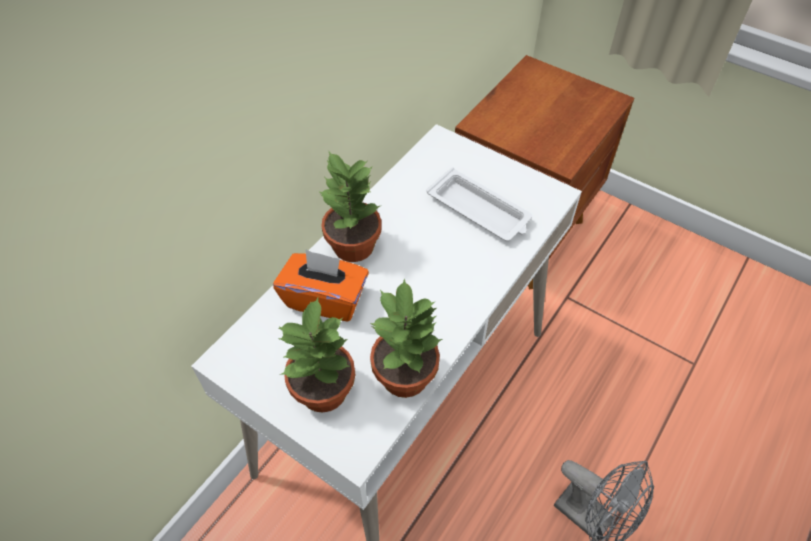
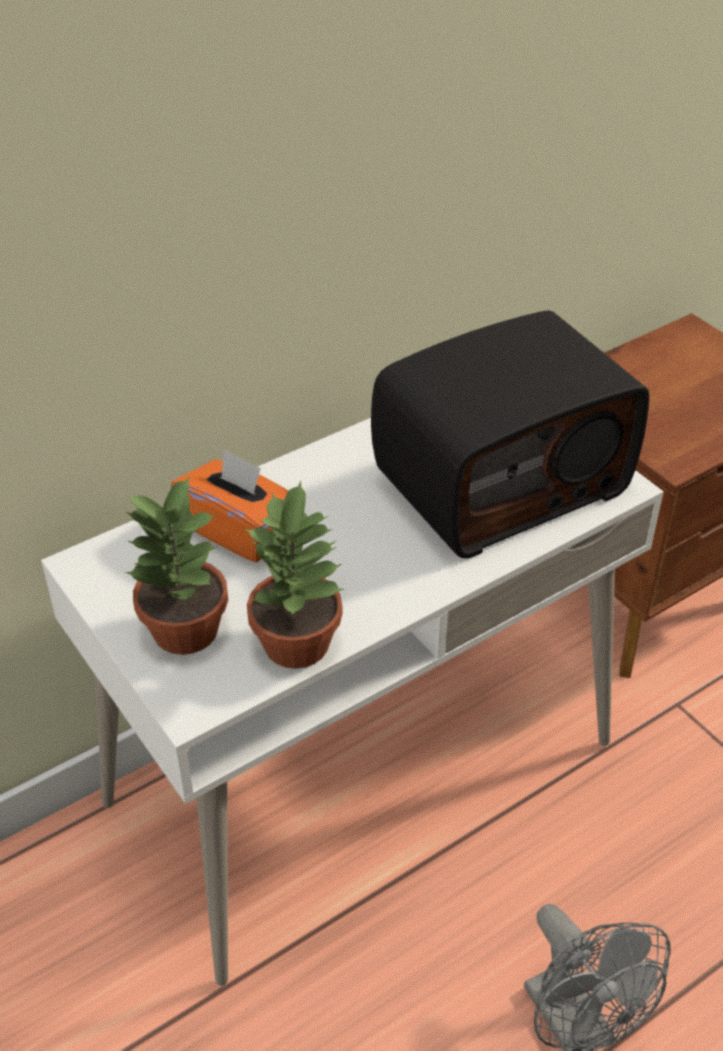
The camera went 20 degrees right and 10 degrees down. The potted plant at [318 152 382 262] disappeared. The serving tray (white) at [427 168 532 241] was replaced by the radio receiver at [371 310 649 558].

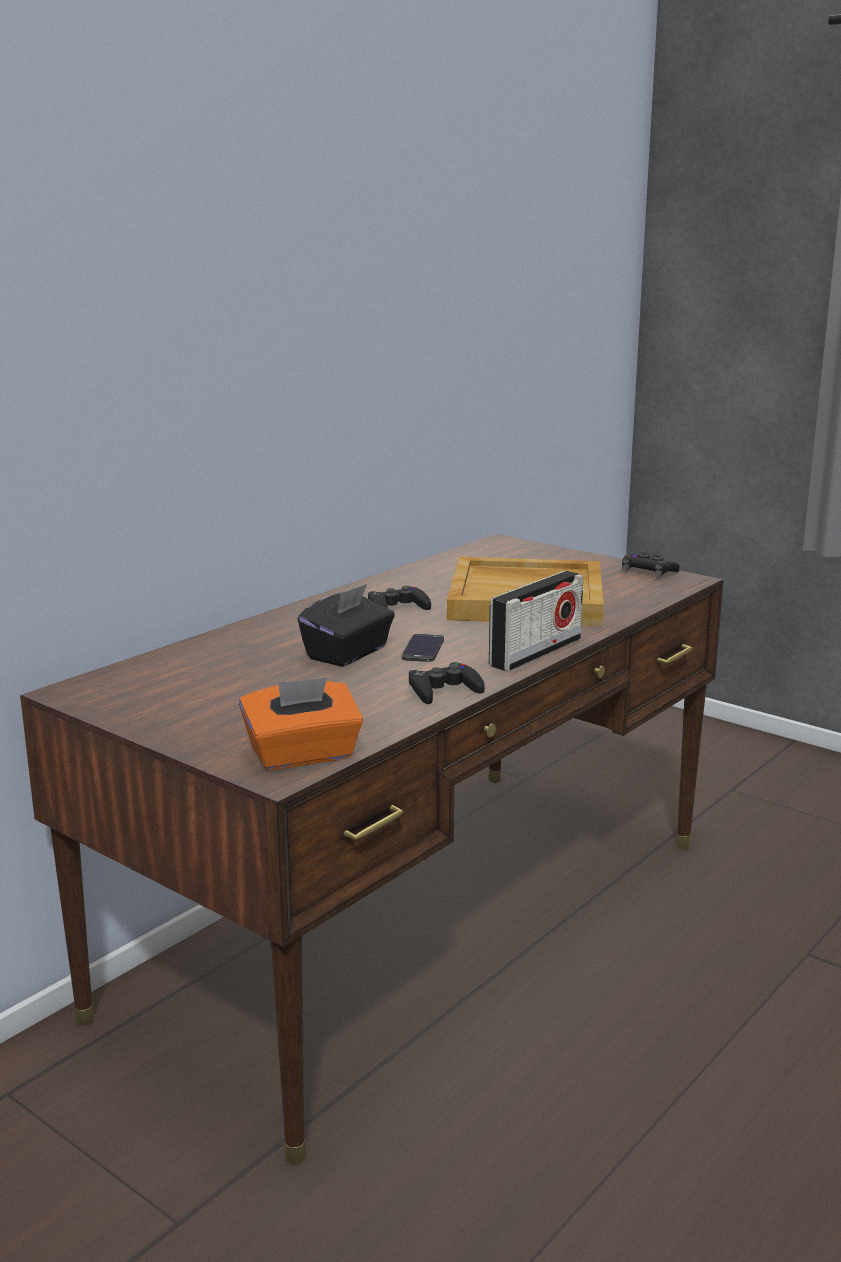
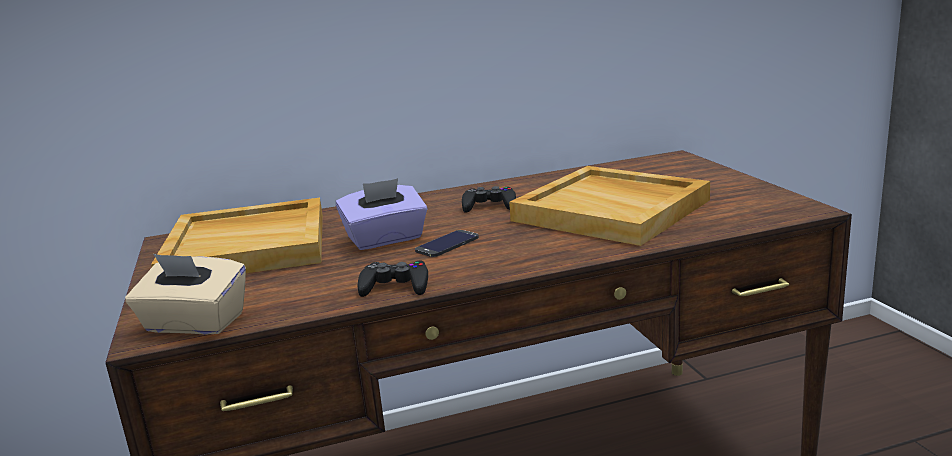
The camera went 35 degrees right and 0 degrees up. The radio receiver at [489 571 583 672] disappeared. The gamepad (black) at [622 550 680 578] disappeared. The serving tray (sand-coloured) at [151 198 323 273] appeared. The tissue holder (orangey) at [239 677 363 770] became the tissue holder (sand-coloured) at [125 254 246 334]. The tissue holder (black) at [298 584 395 667] became the tissue holder (purplish) at [336 178 428 250].

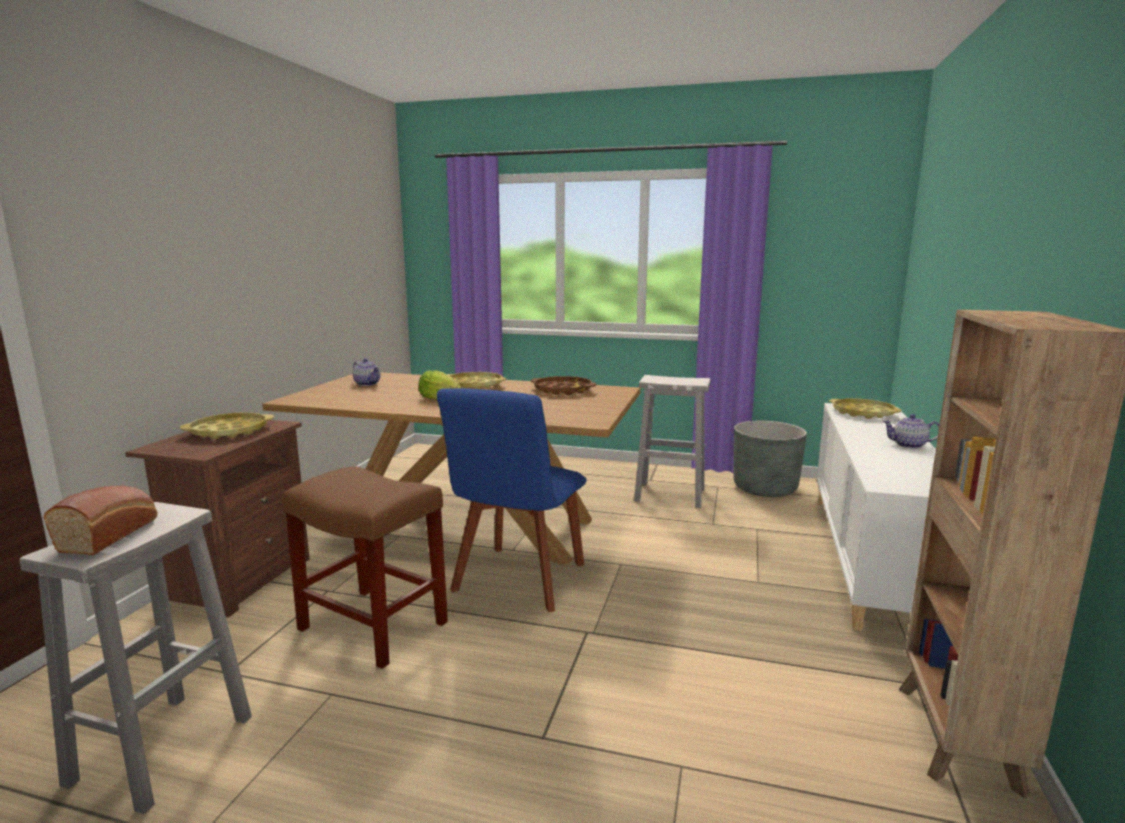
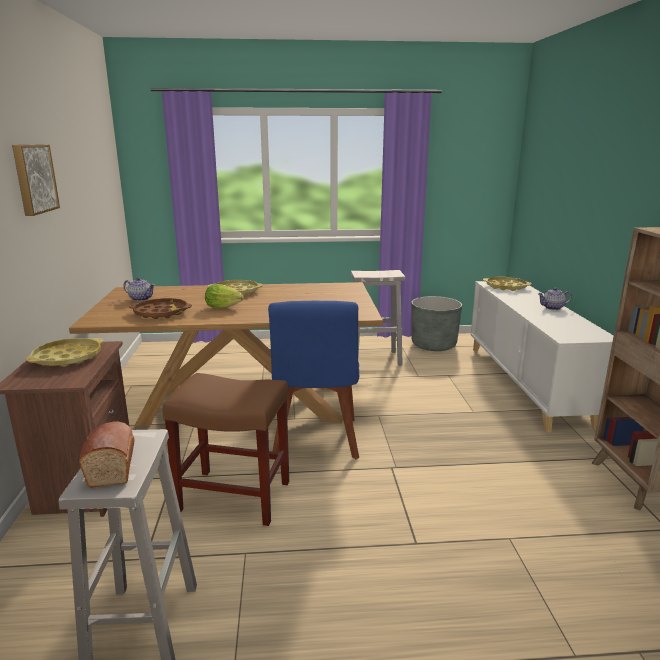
The camera went 20 degrees left and 5 degrees up. The wall art at [12 144 60 216] appeared. The serving tray (brownish) moved from [531 376 597 396] to [129 298 192 319].

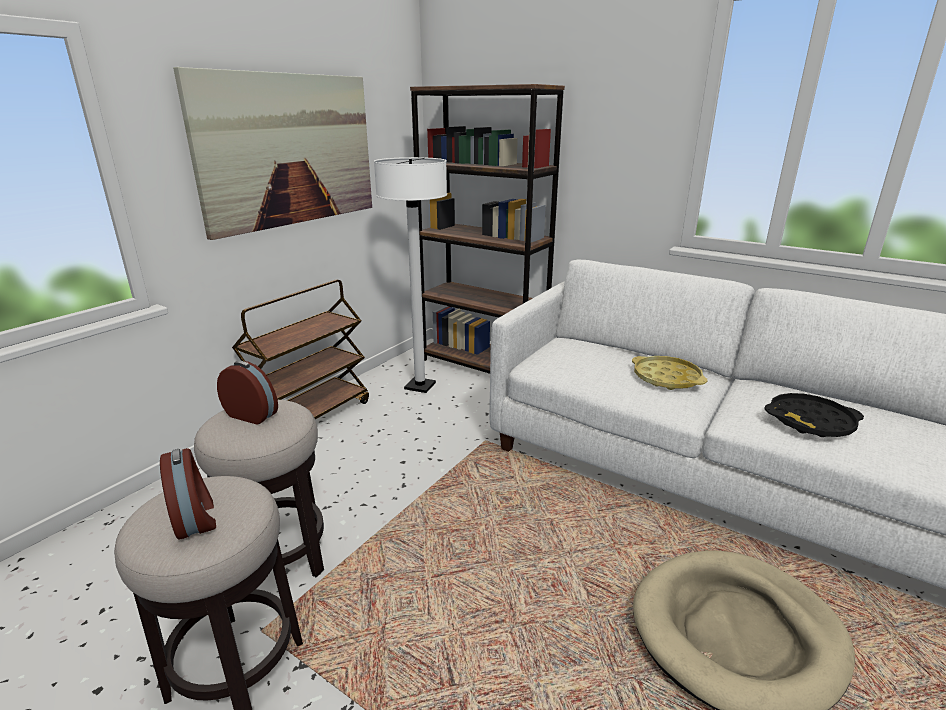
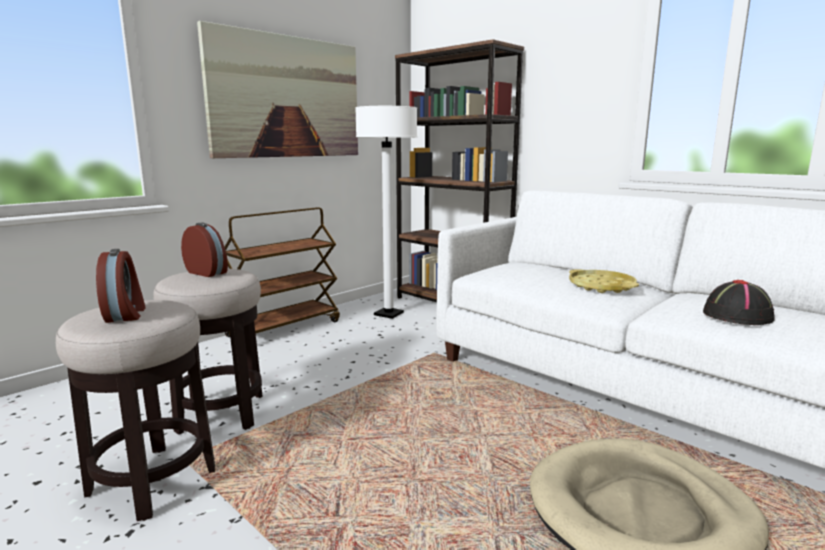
The camera went 10 degrees right and 10 degrees down. The serving tray (black) at [764 393 864 437] was replaced by the wearable hat (black) at [703 280 775 325].

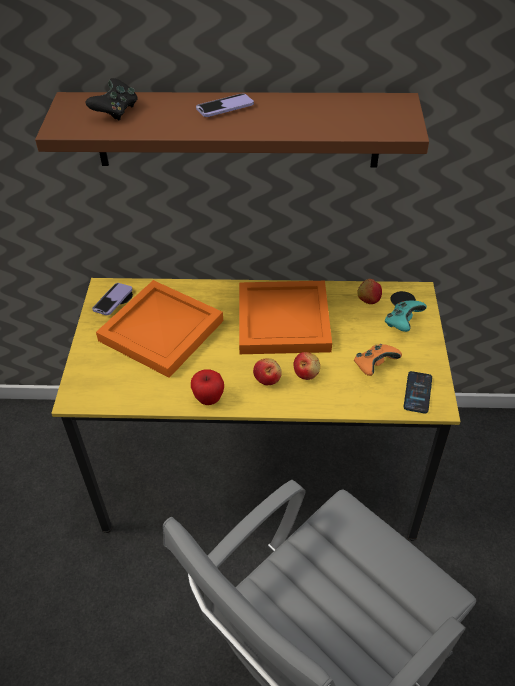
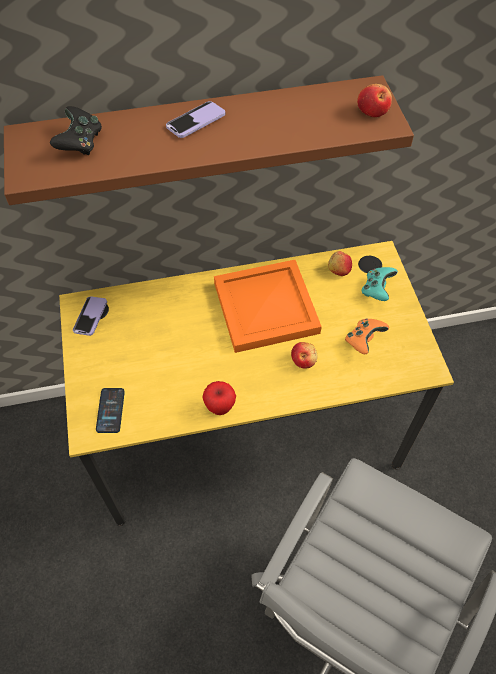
The camera went 15 degrees left and 10 degrees up. The serving tray (orangey) at [96 280 223 378] disappeared. The whole apple moved from [253 358 282 385] to [357 84 392 117]. The phone moved from [404 371 432 414] to [96 388 125 433].

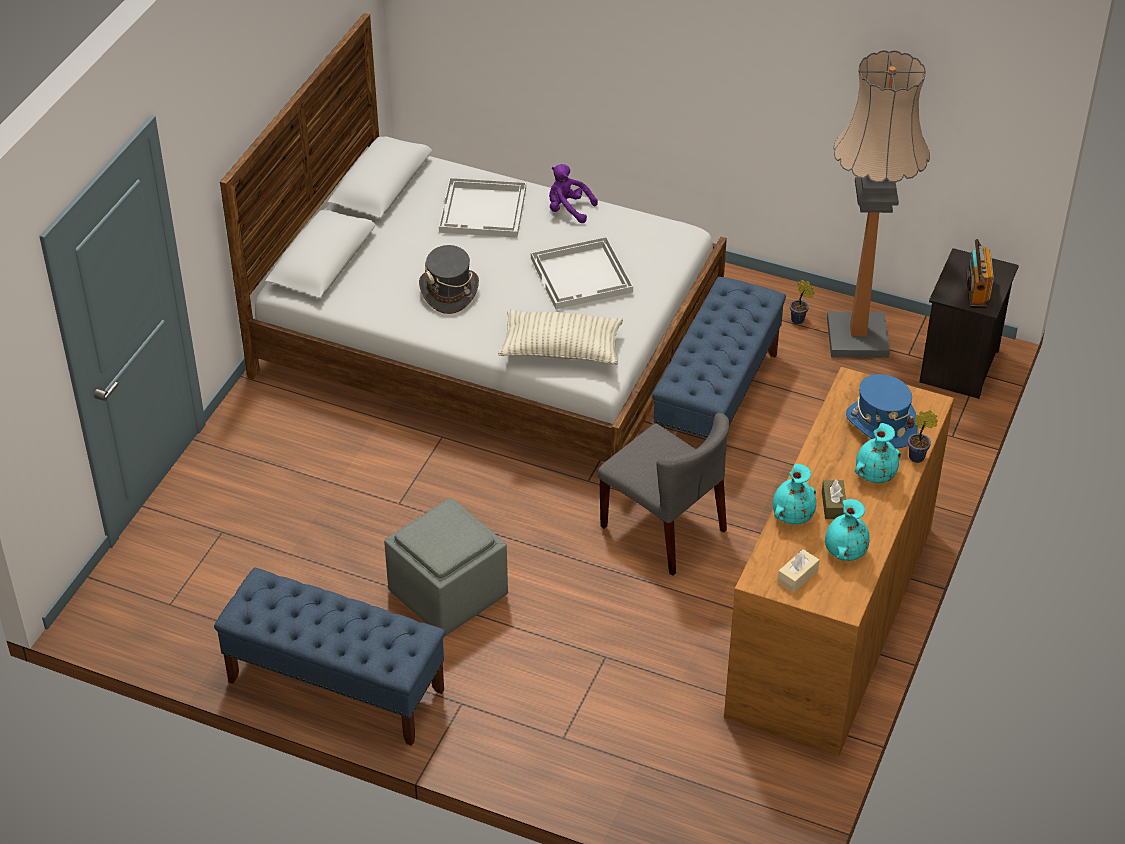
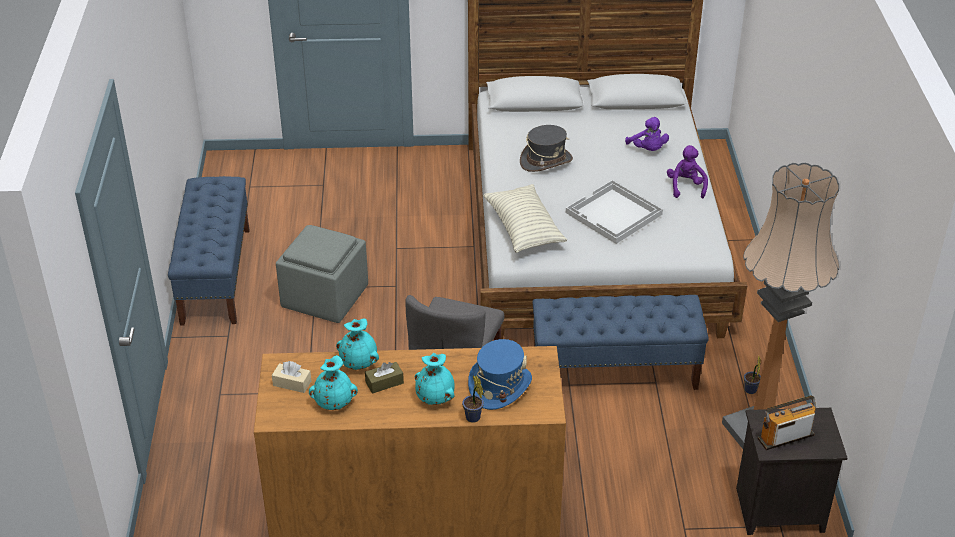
The camera went 65 degrees right and 5 degrees down. The serving tray (white) at [439 178 526 238] was replaced by the soft toy (purplish) at [625 117 669 151].

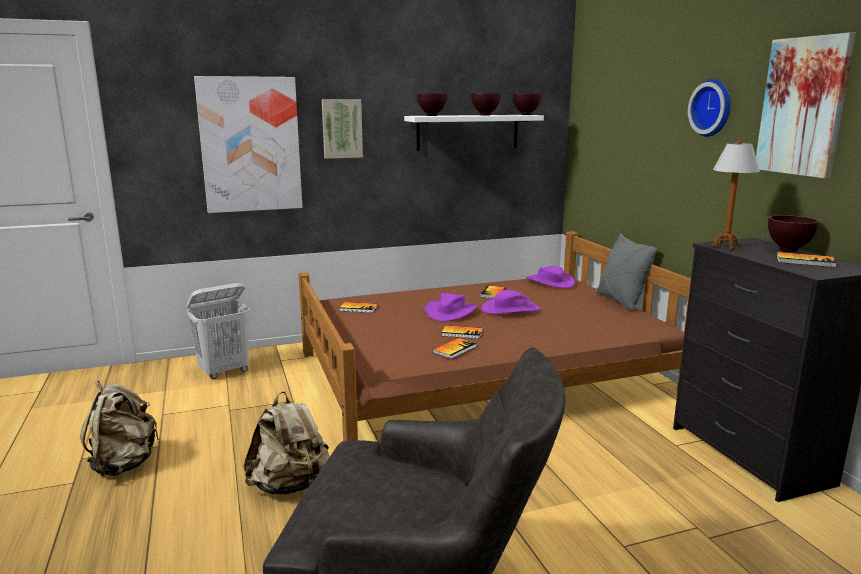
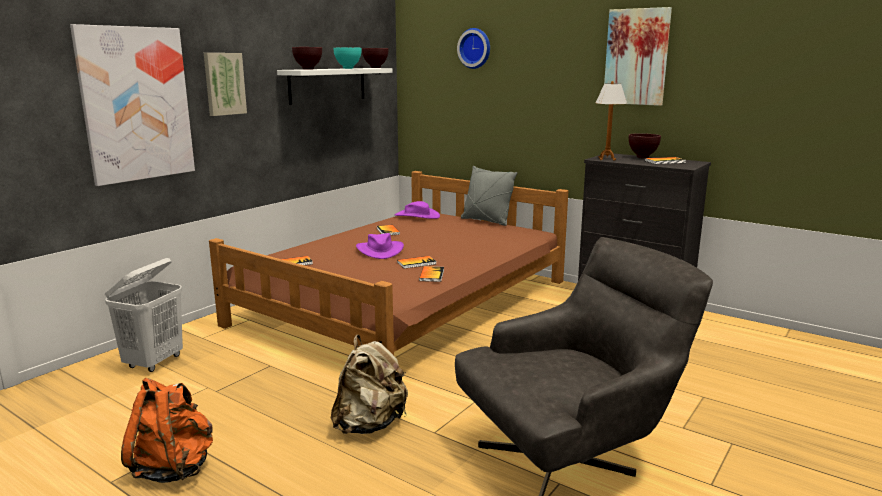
The camera went 35 degrees left and 0 degrees up. The wearable hat (purplish) at [481 290 541 314] disappeared. The hanging clock moved from [688 79 731 137] to [457 28 490 69]. The rucksack (sand-coloured) at [80 381 159 476] became the rucksack (orangey) at [121 378 213 483]. The bowl (brownish) at [471 93 501 116] became the bowl (turquoise-coloured) at [333 47 361 69].

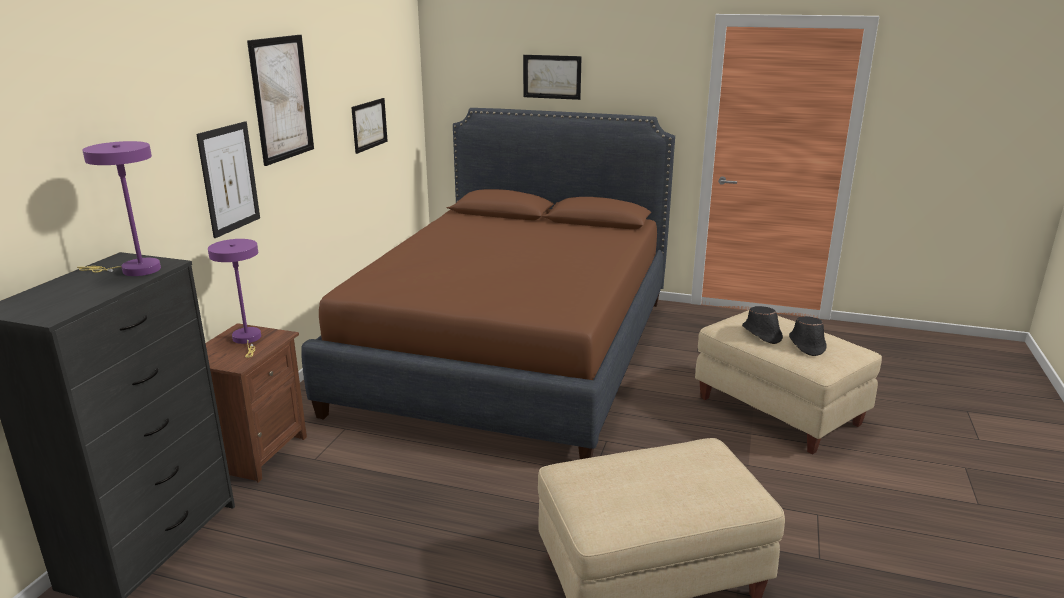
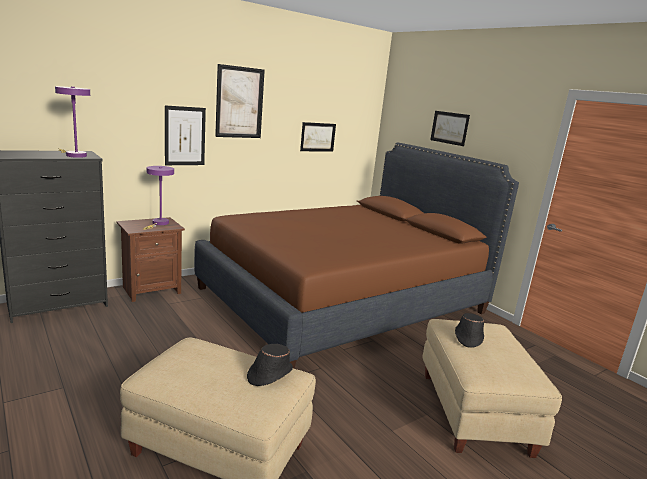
The camera went 35 degrees right and 5 degrees down. The wearable hat (black) moved from [789 316 827 356] to [247 344 293 386].

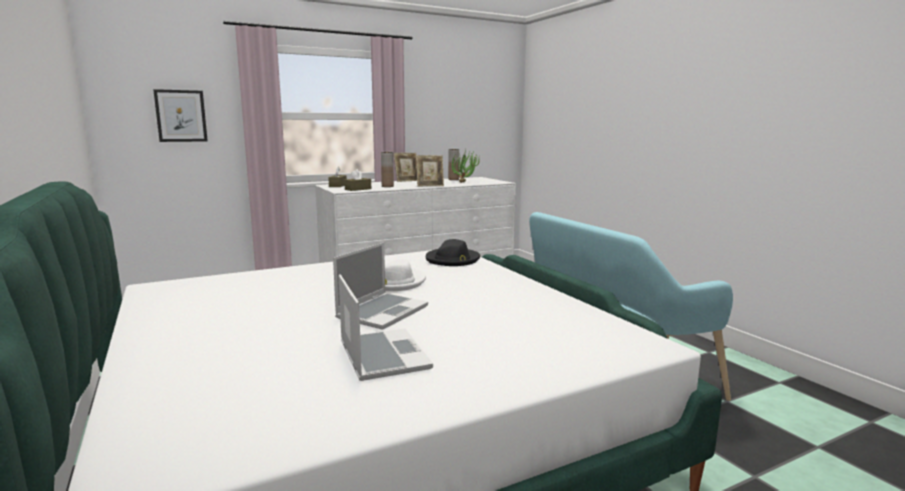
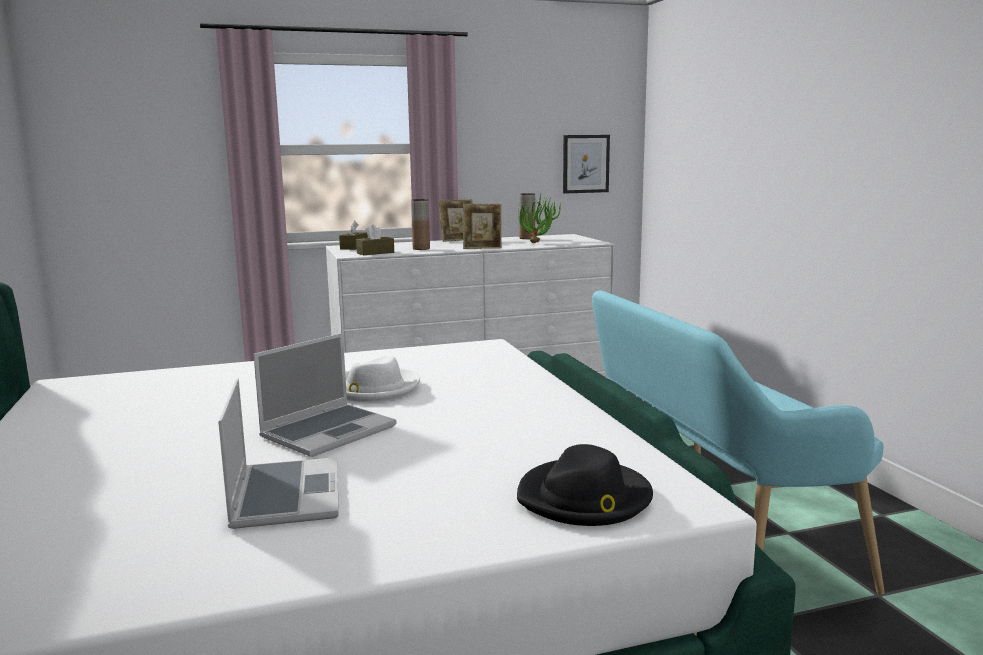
The camera went 10 degrees right and 0 degrees up. The wall art moved from [153 89 208 142] to [563 135 610 194]. The wearable hat (black) moved from [426 239 480 266] to [517 444 653 526].

